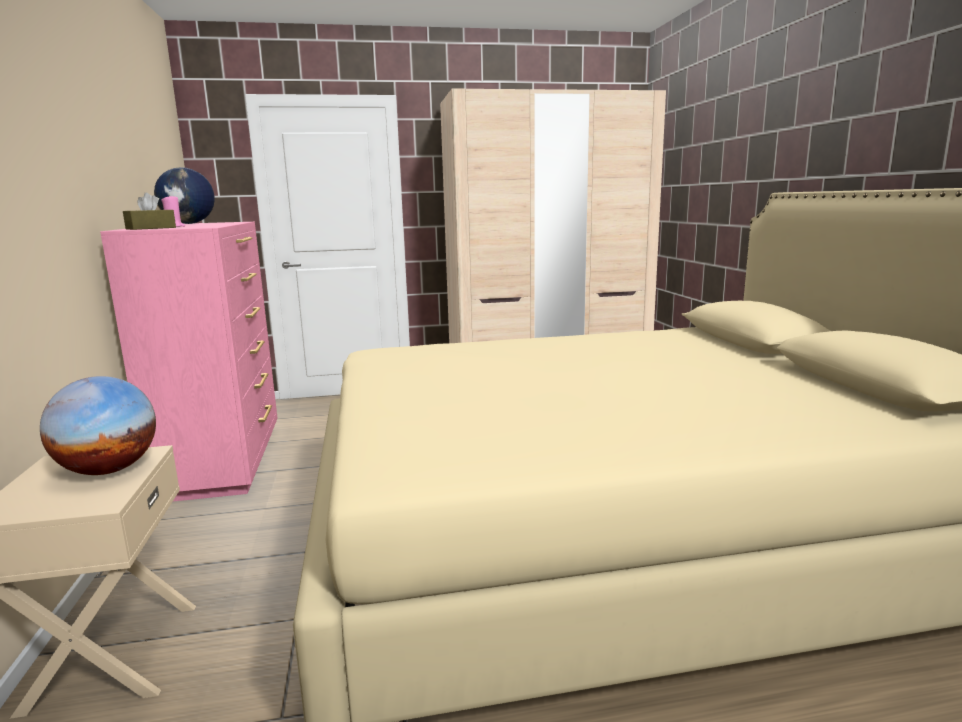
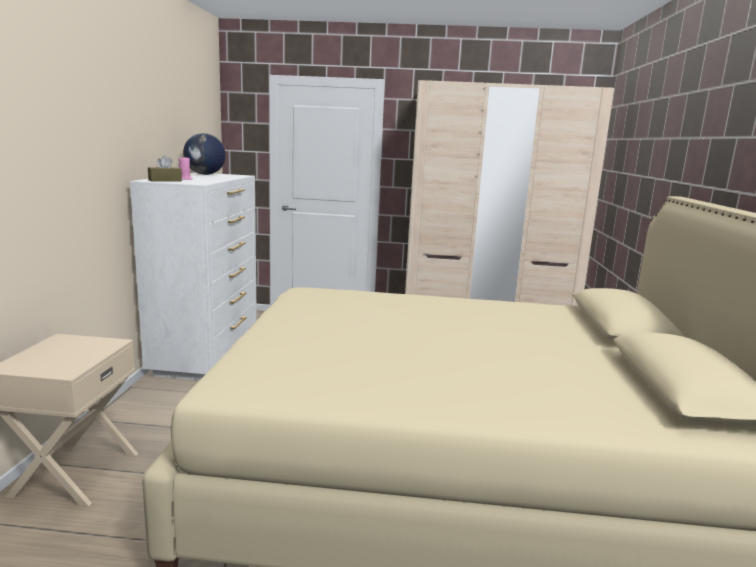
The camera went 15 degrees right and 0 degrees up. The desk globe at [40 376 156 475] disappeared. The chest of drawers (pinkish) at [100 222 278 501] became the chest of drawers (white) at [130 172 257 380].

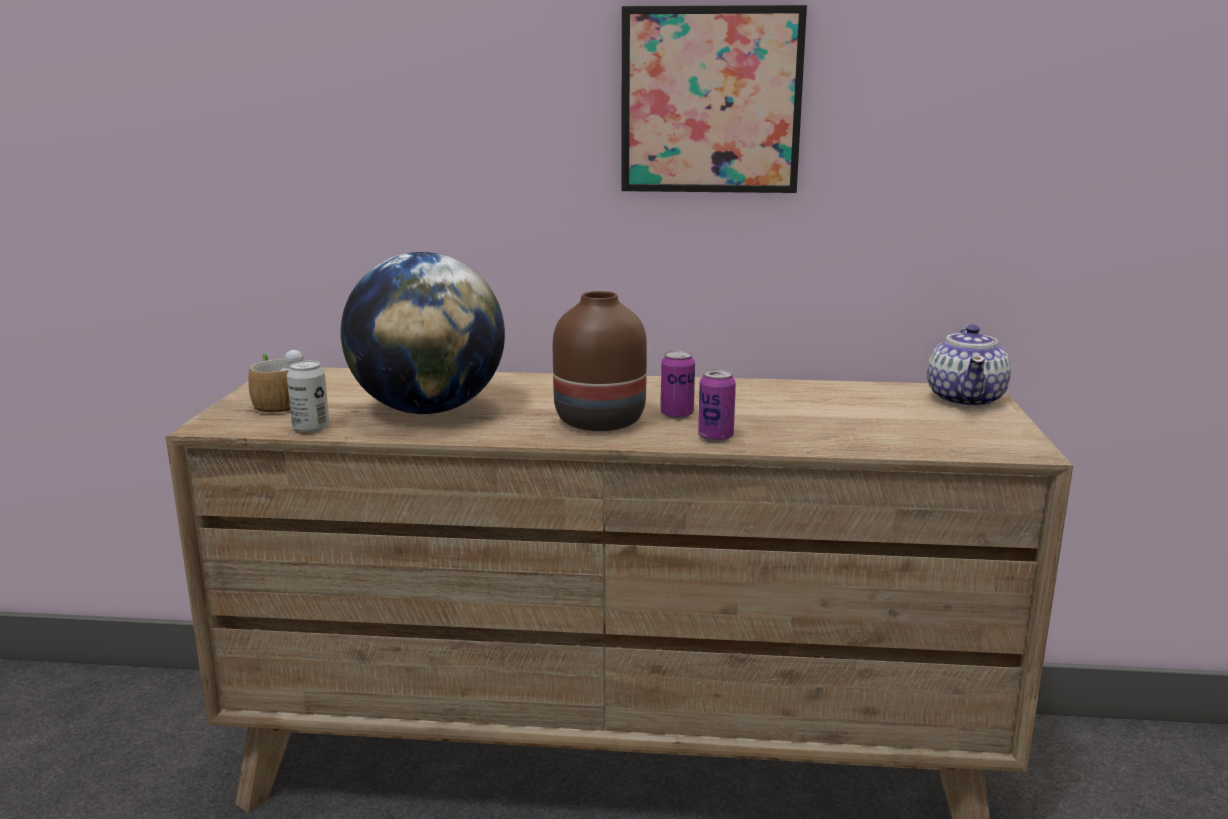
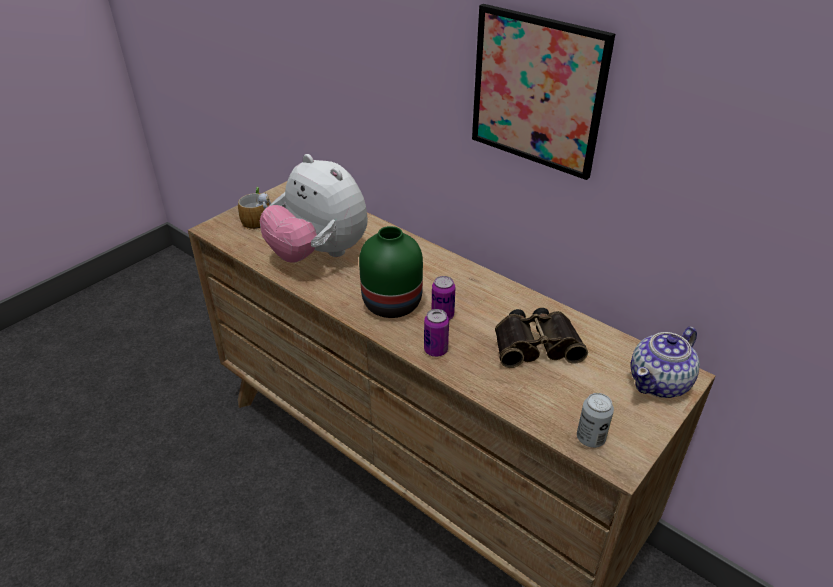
The camera went 35 degrees right and 20 degrees up. The binoculars at [495 308 588 368] appeared. The can moved from [287 360 329 433] to [577 393 614 448]. The desk globe at [341 252 505 414] was replaced by the soft toy at [260 154 368 263]. The vase (brownish) at [553 291 647 431] became the vase (green-coloured) at [359 226 423 318].

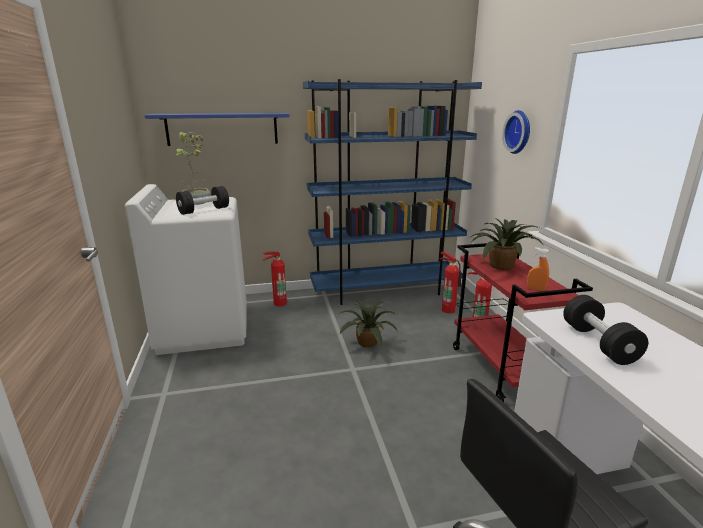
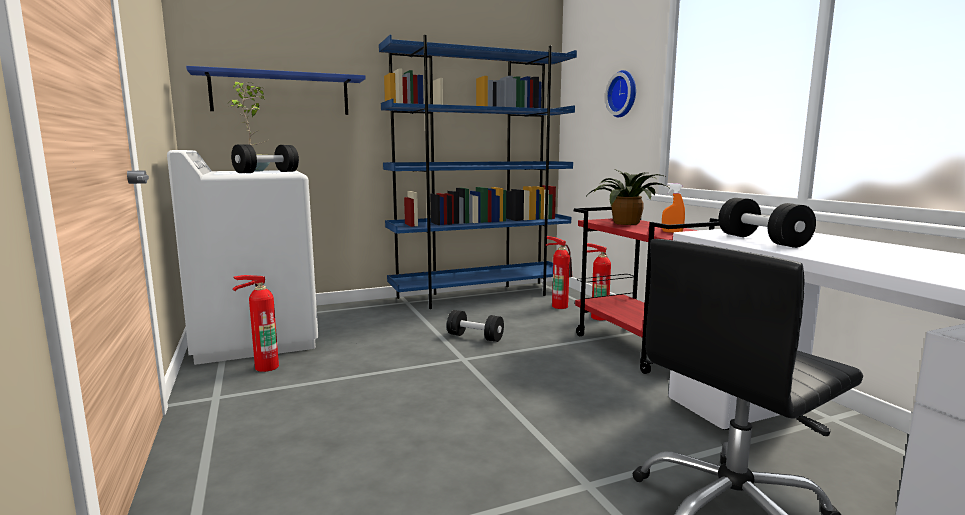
The camera went 10 degrees left and 10 degrees down. The extinguisher moved from [262 252 287 306] to [233 275 279 372]. The potted plant at [339 300 398 348] was replaced by the dumbbell (black) at [447 310 504 342].

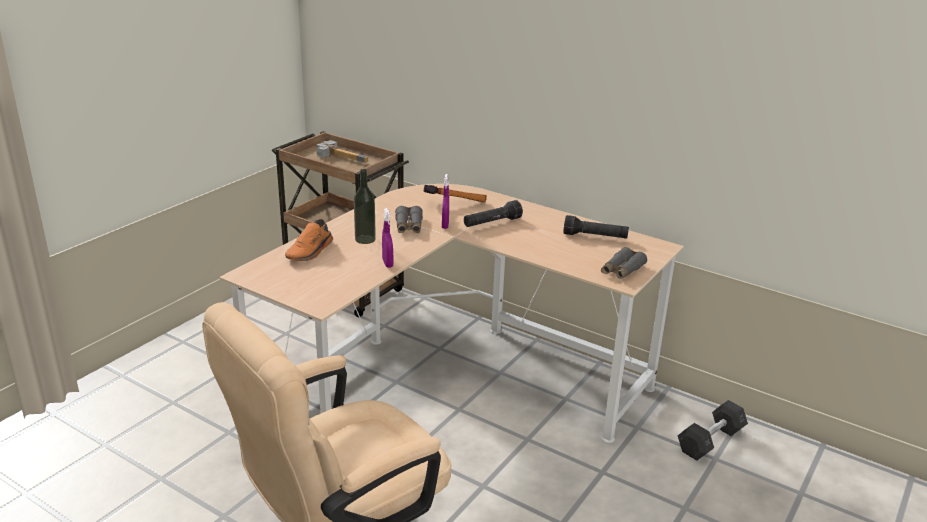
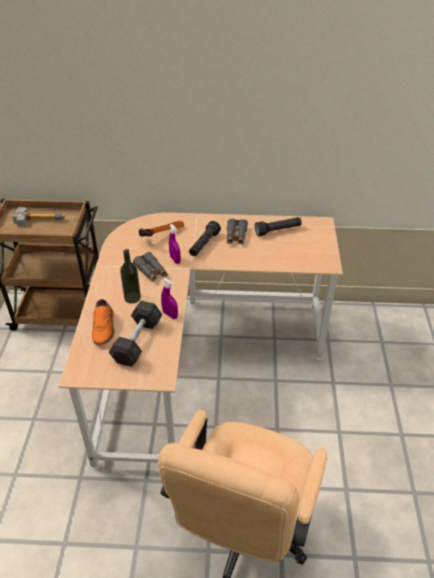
The camera went 30 degrees left and 15 degrees up. The binoculars (gray) moved from [601 247 647 279] to [227 219 248 245]. The dumbbell (gray) moved from [678 400 748 461] to [108 301 162 367].

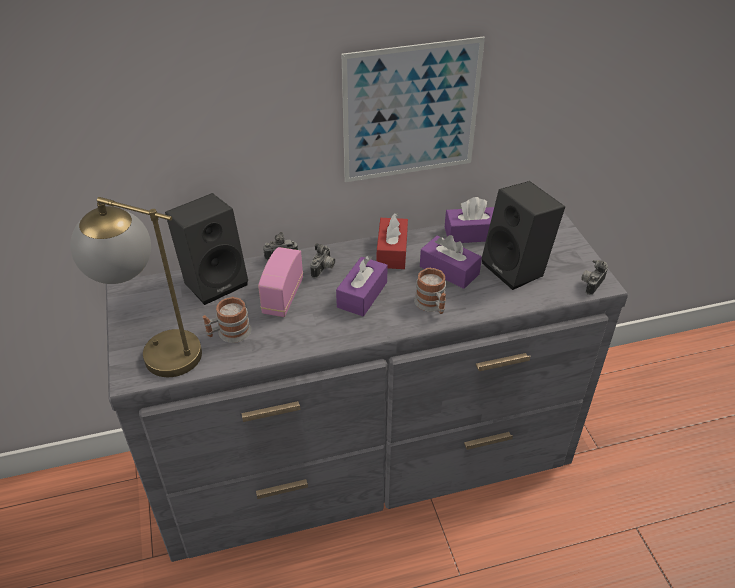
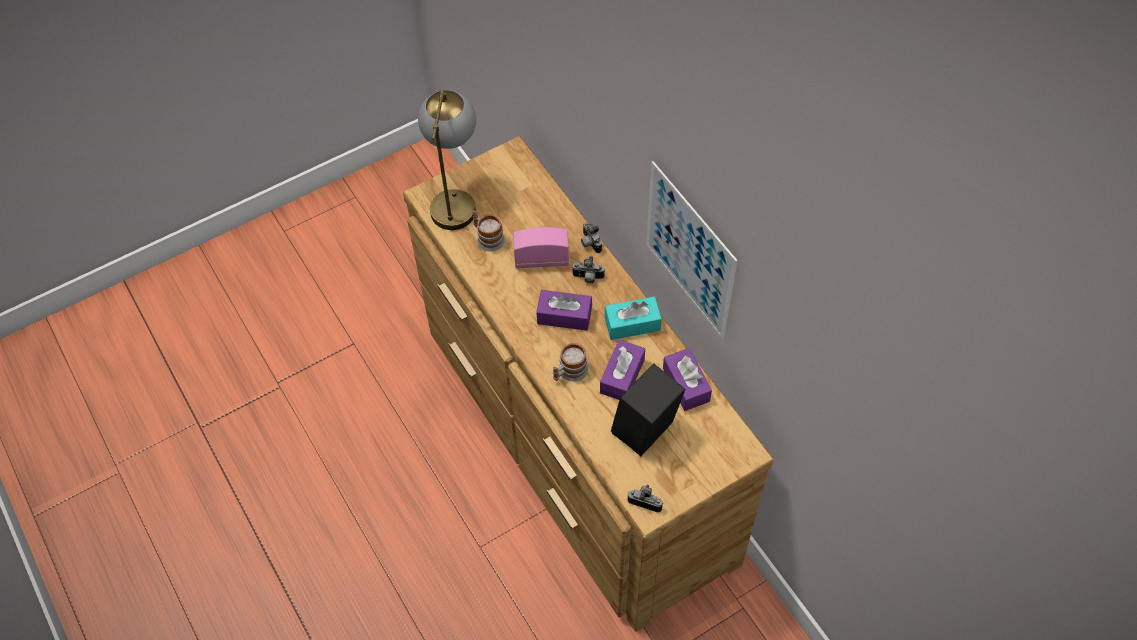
The camera went 75 degrees right and 15 degrees up. The speaker (black) at [165 193 248 305] disappeared. The chest of drawers (gray) at [106 213 628 562] became the chest of drawers (brownish) at [403 136 774 632]. The tissue holder (red-coloured) at [377 213 408 269] became the tissue holder (turquoise-coloured) at [605 296 662 340].

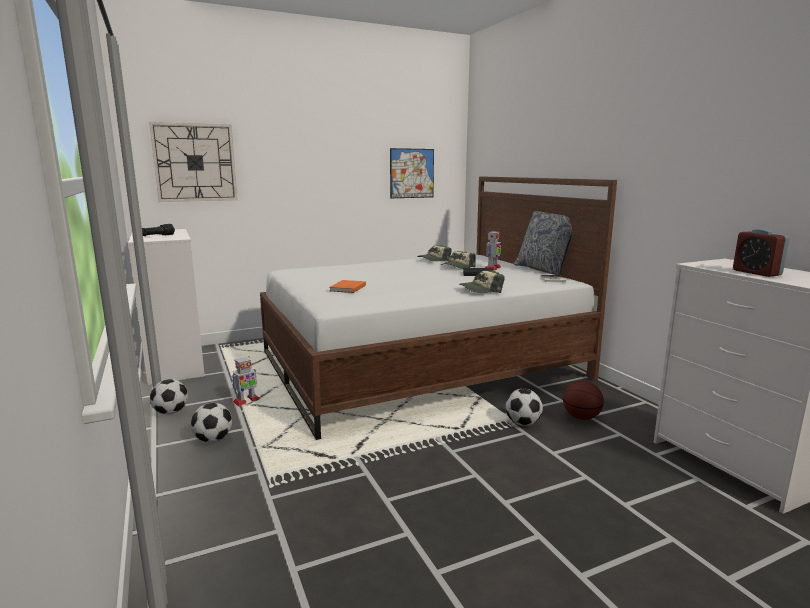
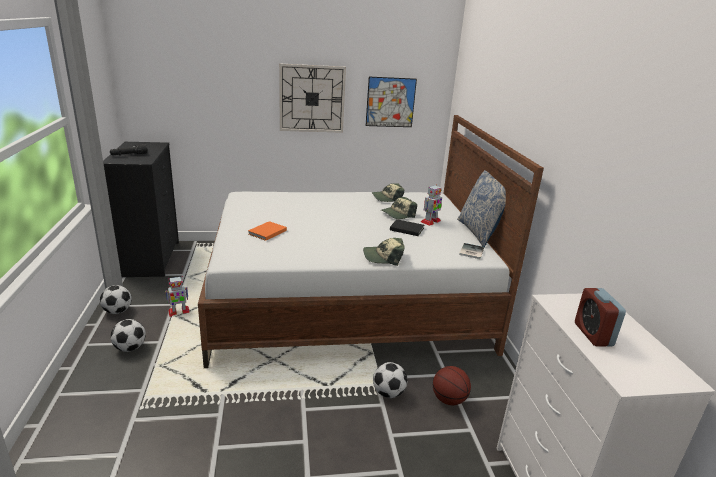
The camera went 15 degrees right and 10 degrees up. The hanging clock moved from [149 122 238 202] to [279 63 346 133]. The chest of drawers (white) at [128 229 205 385] became the chest of drawers (black) at [103 142 179 277].

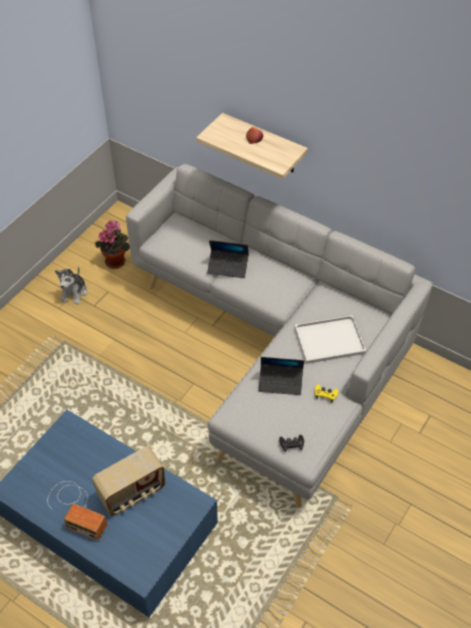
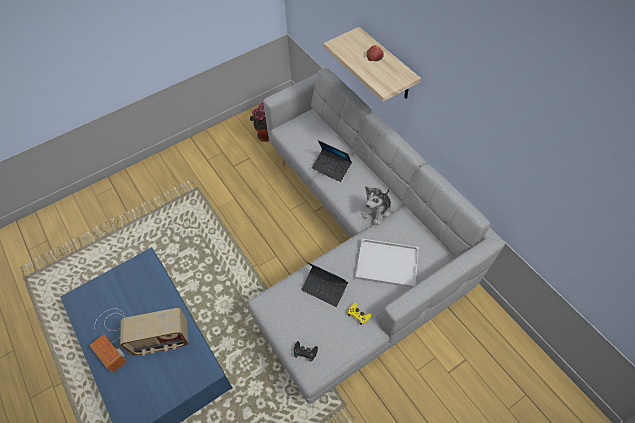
The camera went 25 degrees right and 5 degrees up. The soft toy moved from [55 267 87 304] to [362 186 391 225].

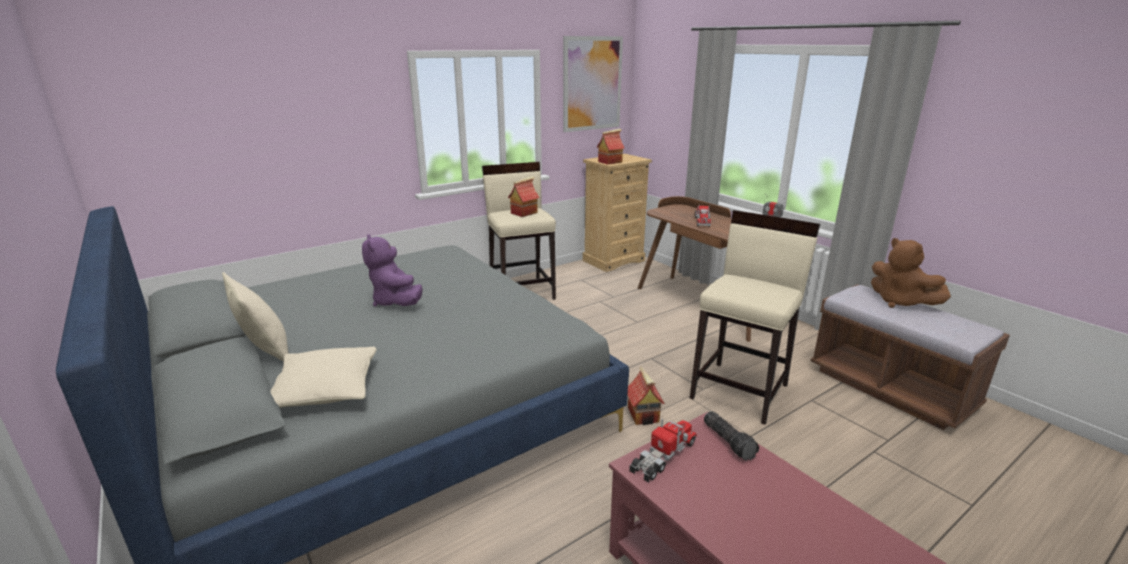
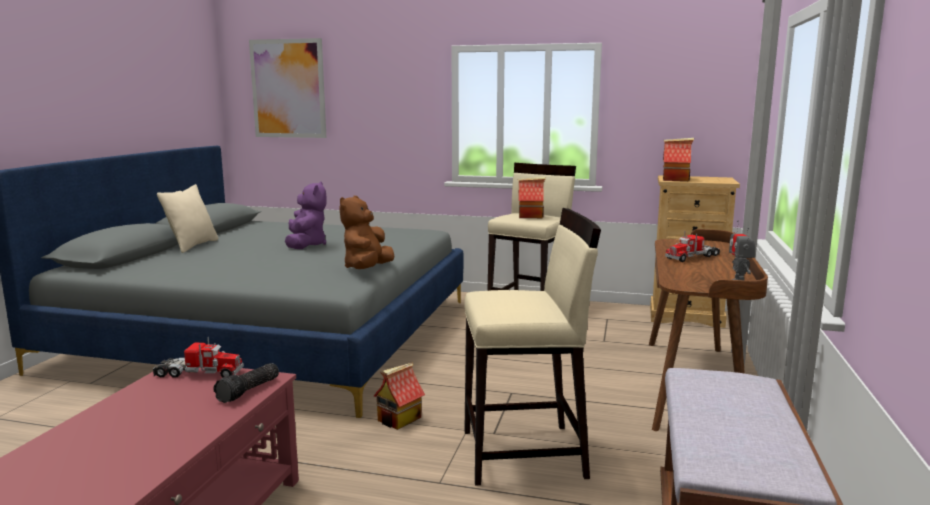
The camera went 50 degrees right and 10 degrees down. The cushion (sand-coloured) at [270 347 377 408] disappeared. The wall art moved from [563 36 623 132] to [249 38 326 138]. The soft toy (brownish) moved from [871 238 951 308] to [340 196 394 269]. The soft toy (purplish) at [362 234 423 307] turned 150 degrees clockwise.

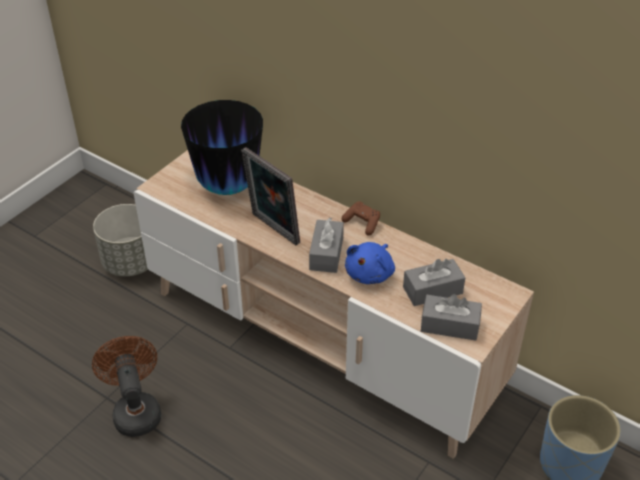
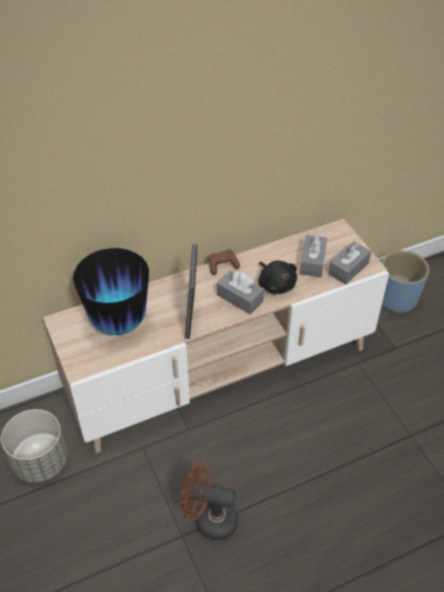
The camera went 60 degrees left and 5 degrees up. The soft toy (blue-coloured) at [345 242 395 284] became the soft toy (black) at [258 261 297 294]. The photo frame at [241 147 300 245] turned 75 degrees counterclockwise.

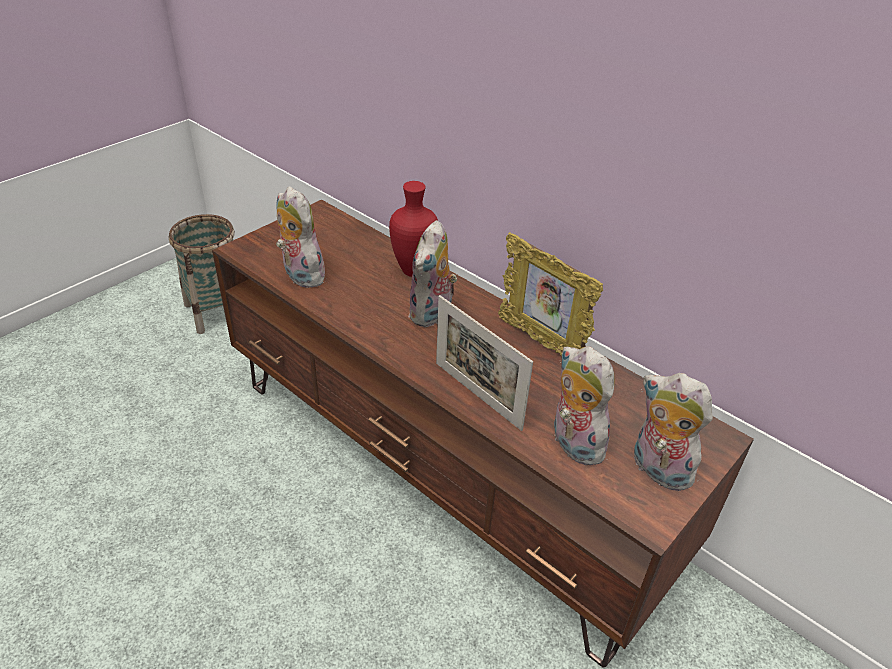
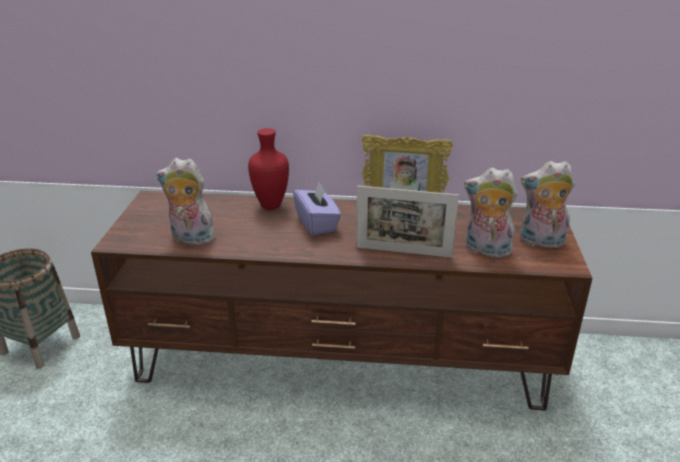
The camera went 35 degrees left and 10 degrees down. The soft toy at [408 220 457 327] was replaced by the tissue holder (purplish) at [293 183 341 236].

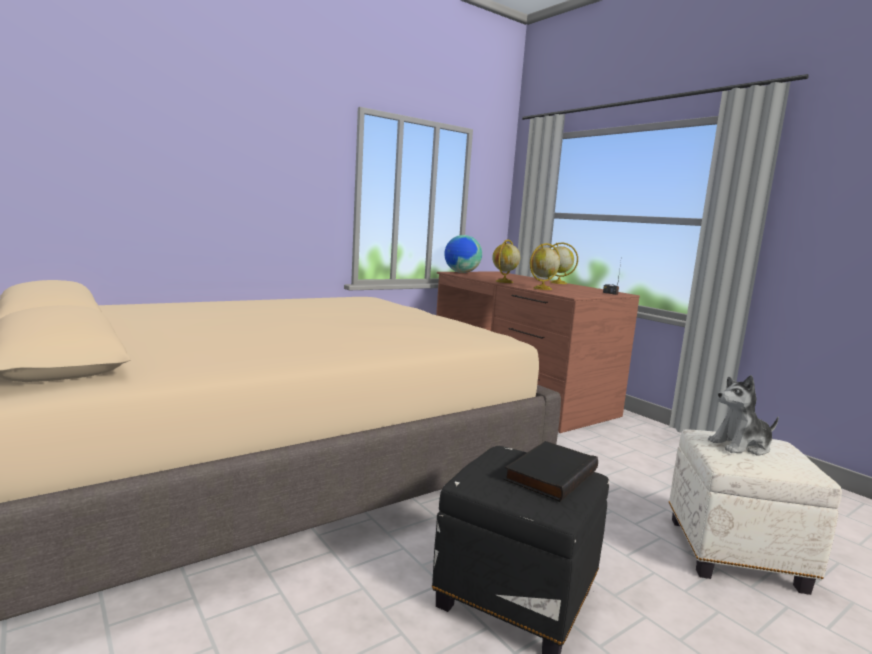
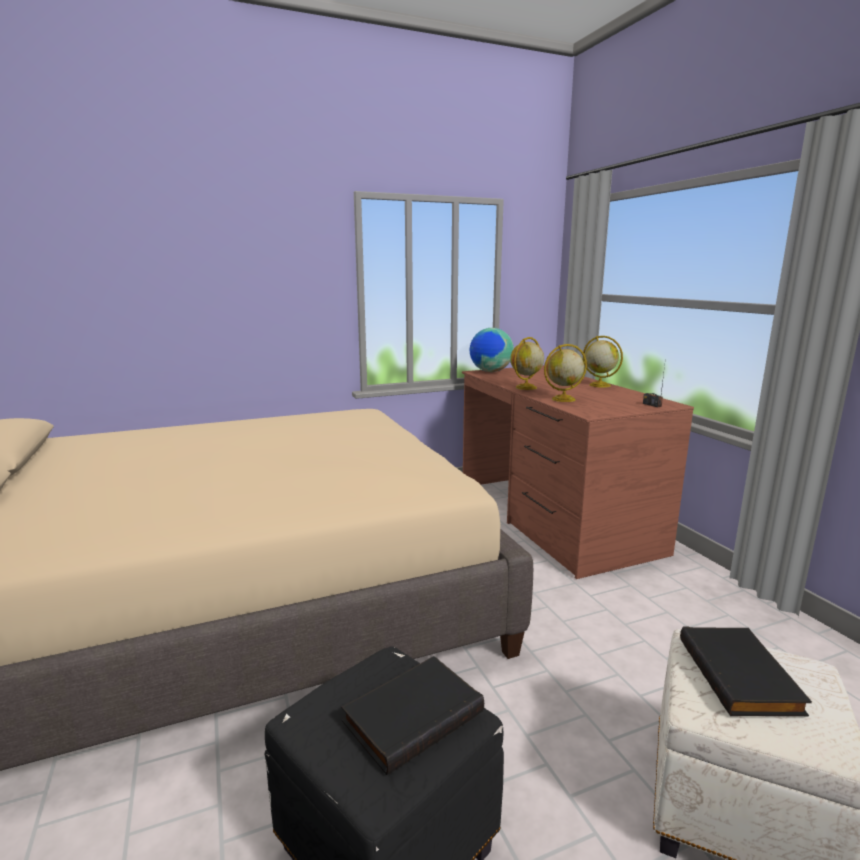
The camera went 15 degrees right and 5 degrees up. The soft toy at [708 375 779 456] was replaced by the bound book (black) at [680 626 812 716].

